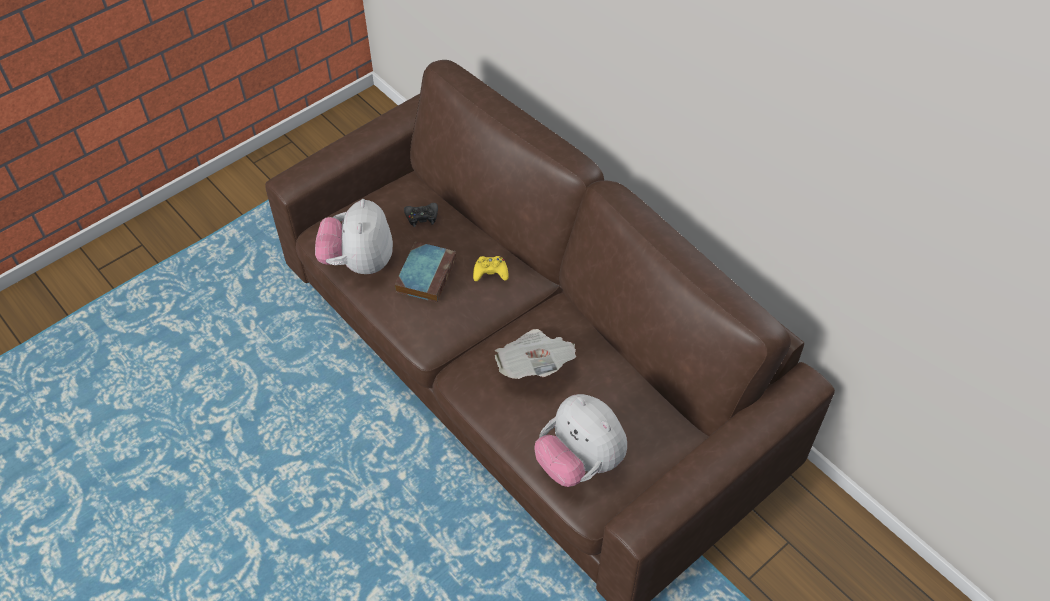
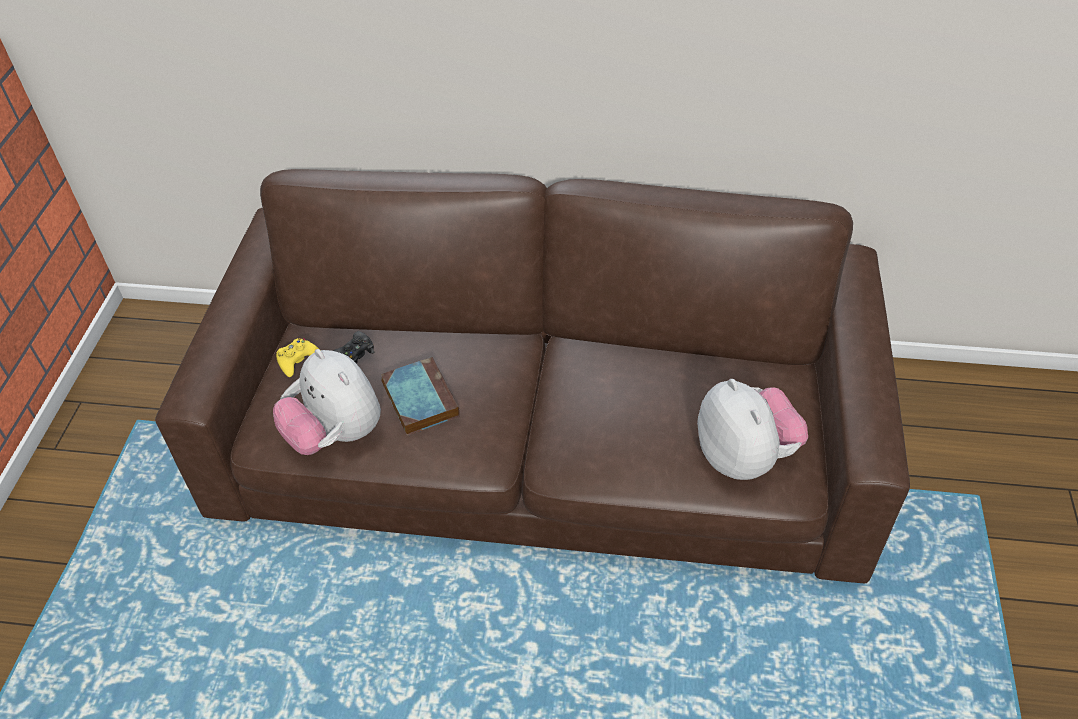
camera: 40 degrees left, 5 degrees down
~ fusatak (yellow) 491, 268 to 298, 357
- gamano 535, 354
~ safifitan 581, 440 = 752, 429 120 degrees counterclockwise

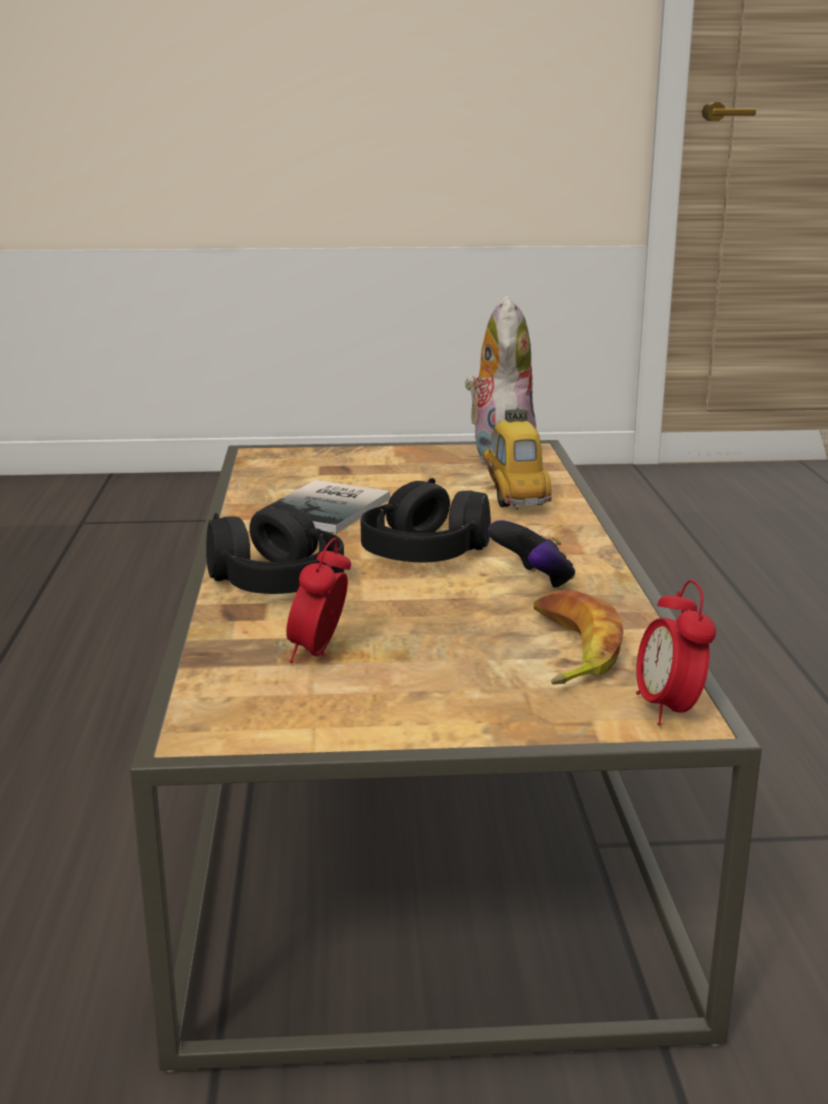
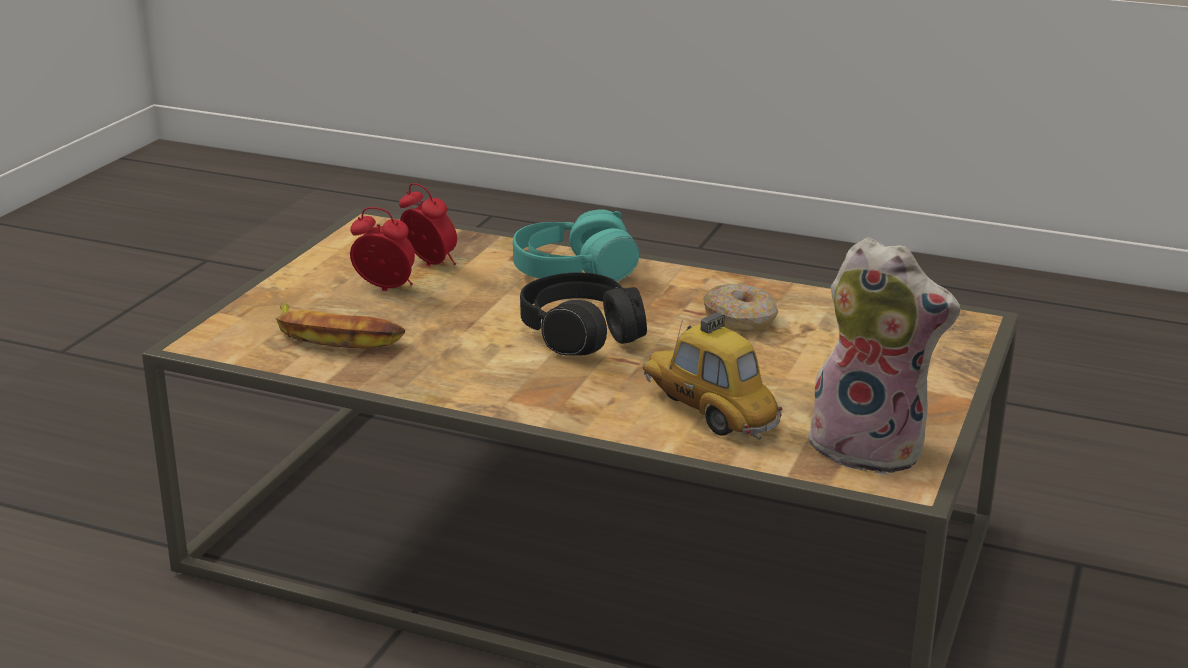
camera: 115 degrees right, 5 degrees up
~ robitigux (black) 275, 549 to robitigux (turquoise) 576, 245
~ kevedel 323, 506 to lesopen 740, 308
~ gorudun 517, 459 = 712, 376 150 degrees counterclockwise
- fusatak 531, 555
~ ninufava 676, 653 to 382, 249

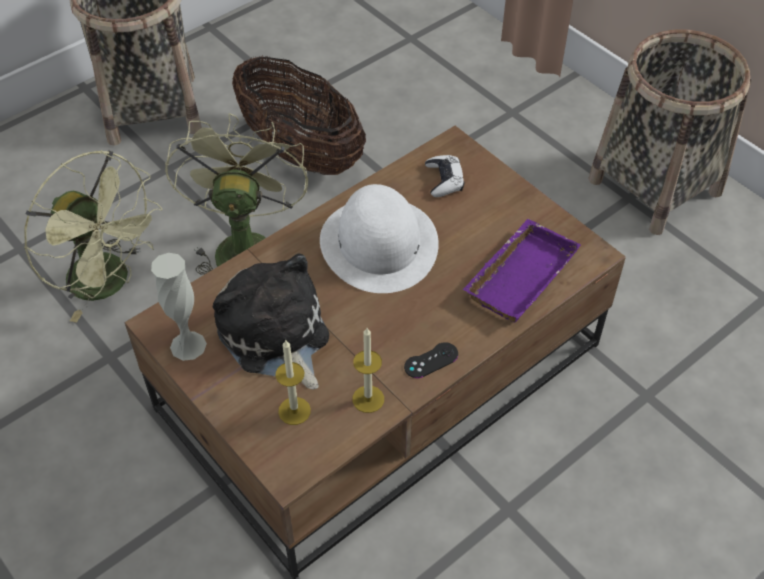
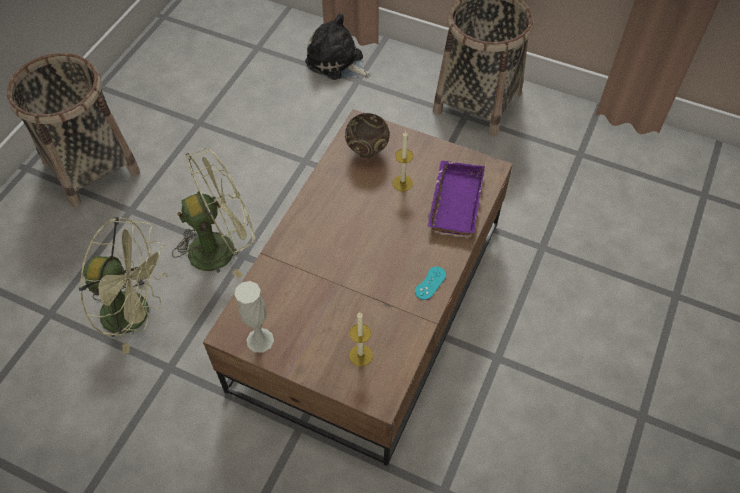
camera: 25 degrees left, 5 degrees up
~ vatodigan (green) 236, 194 = 213, 213 90 degrees clockwise
~ safifitan 271, 321 to 338, 46
- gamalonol 299, 115
- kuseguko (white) 379, 238
~ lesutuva 368, 370 to 402, 160
~ fusatak (black) 431, 360 to fusatak (turquoise) 430, 283
~ fusatak (white) 445, 176 to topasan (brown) 367, 135

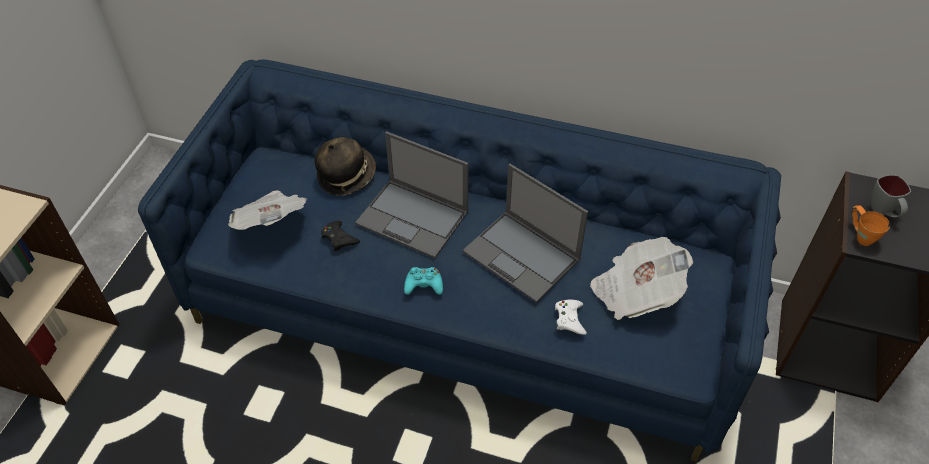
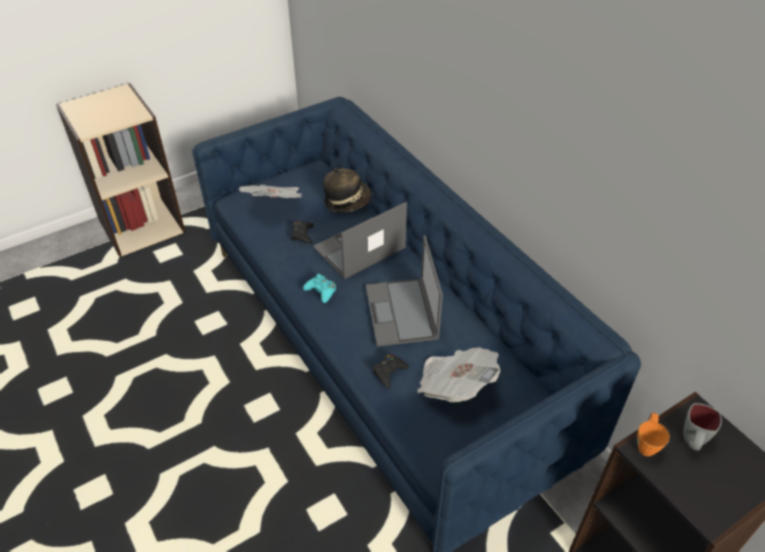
camera: 40 degrees right, 5 degrees down
~ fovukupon 411, 194 = 360, 240 75 degrees clockwise
~ fusatak (white) 571, 317 to fusatak (black) 391, 371

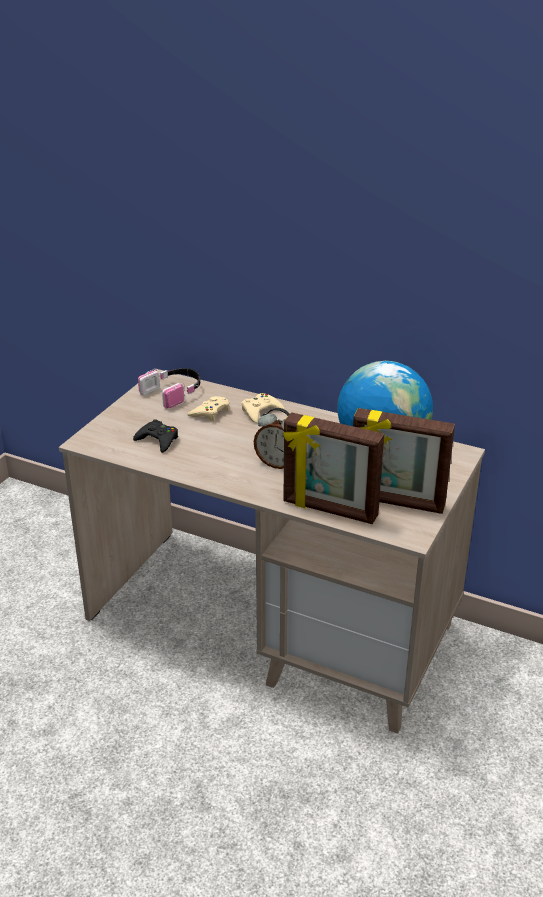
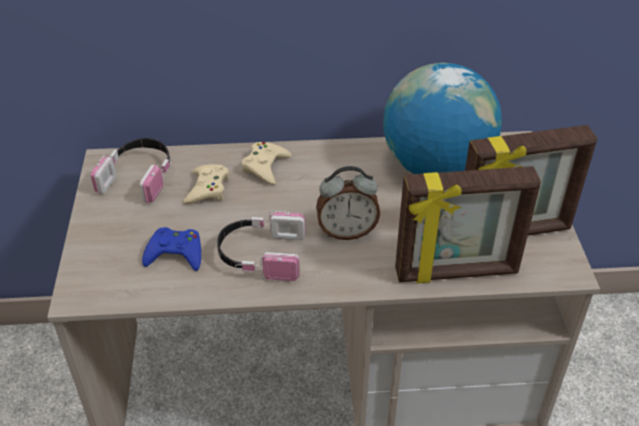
camera: 30 degrees left, 10 degrees up
~ fusatak (black) 155, 436 to fusatak (blue) 171, 249
+ robitigux 261, 246

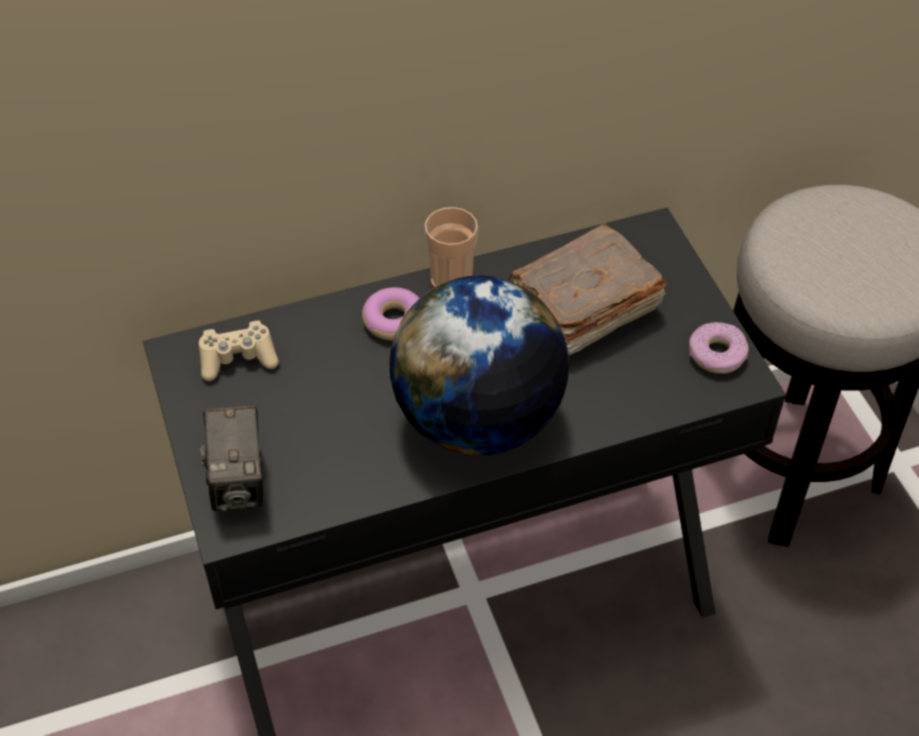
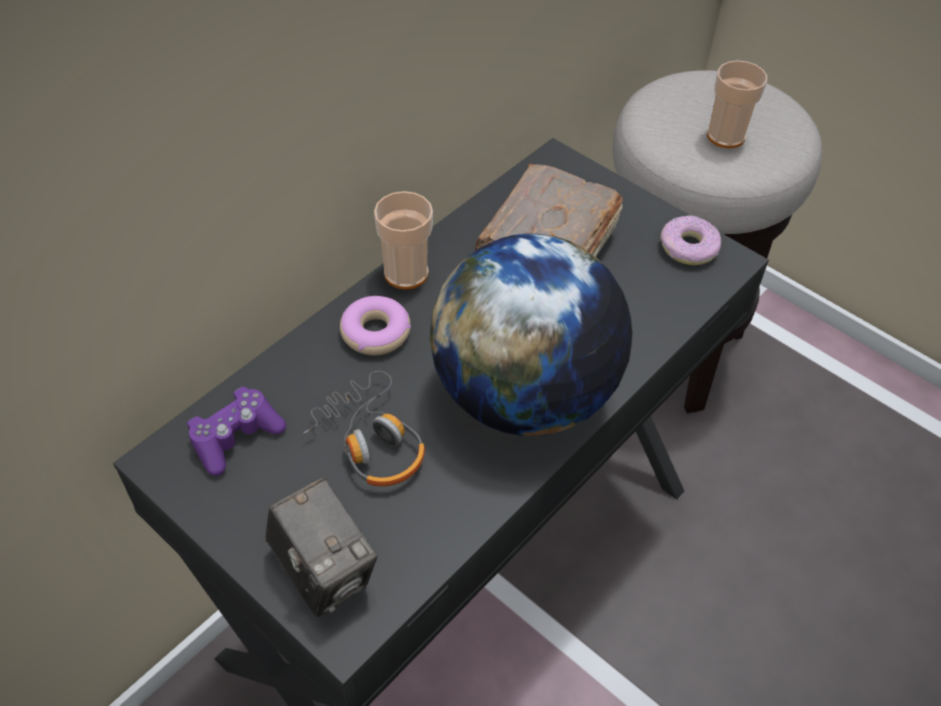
camera: 30 degrees left, 0 degrees up
~ fusatak (beige) 239, 351 to fusatak (purple) 236, 431
+ robitigux 364, 428
+ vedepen 737, 104

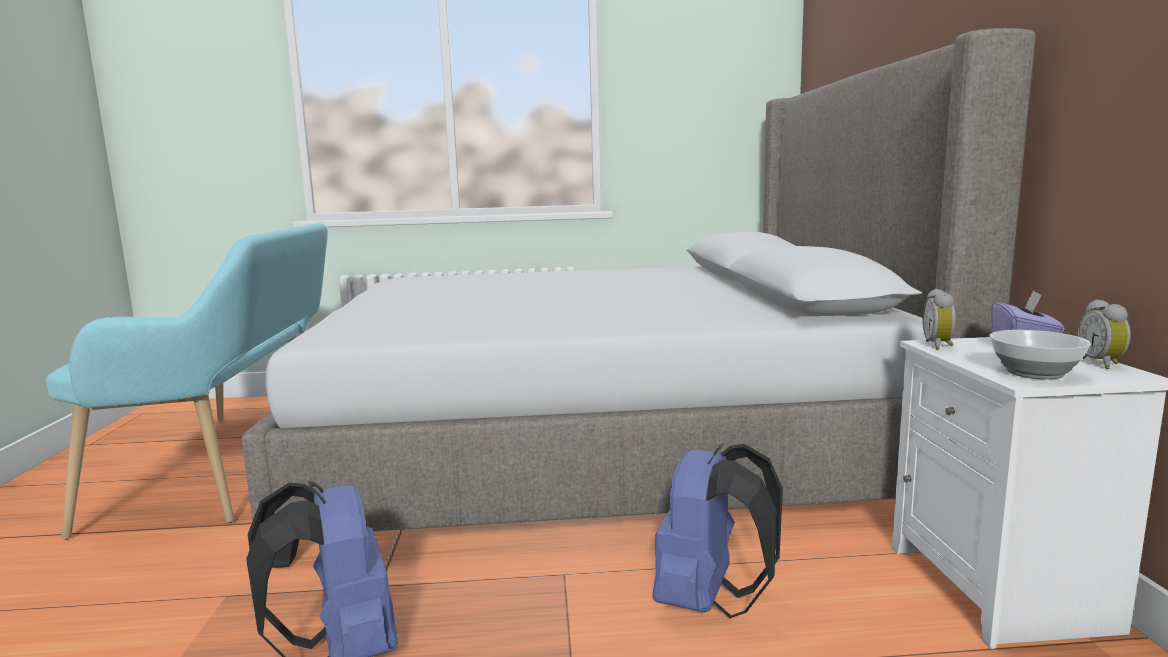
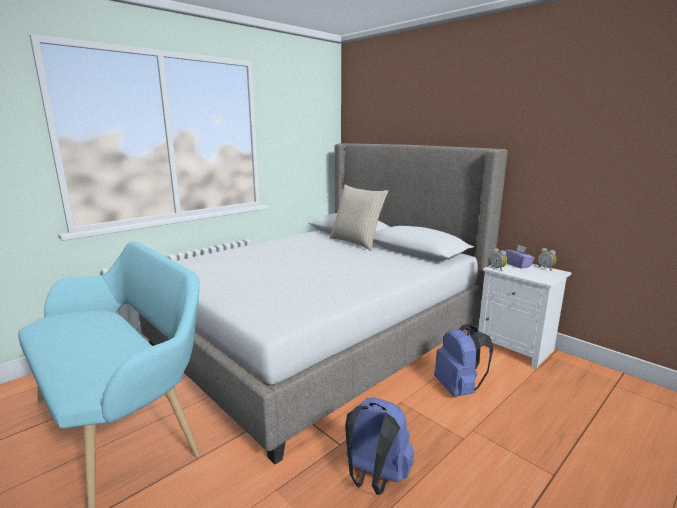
camera: 40 degrees left, 5 degrees up
- topasan 1040, 355
+ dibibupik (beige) 358, 218

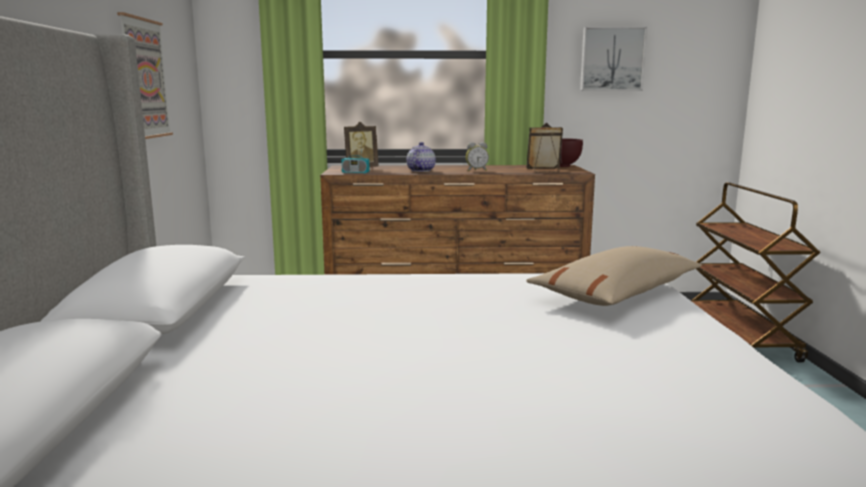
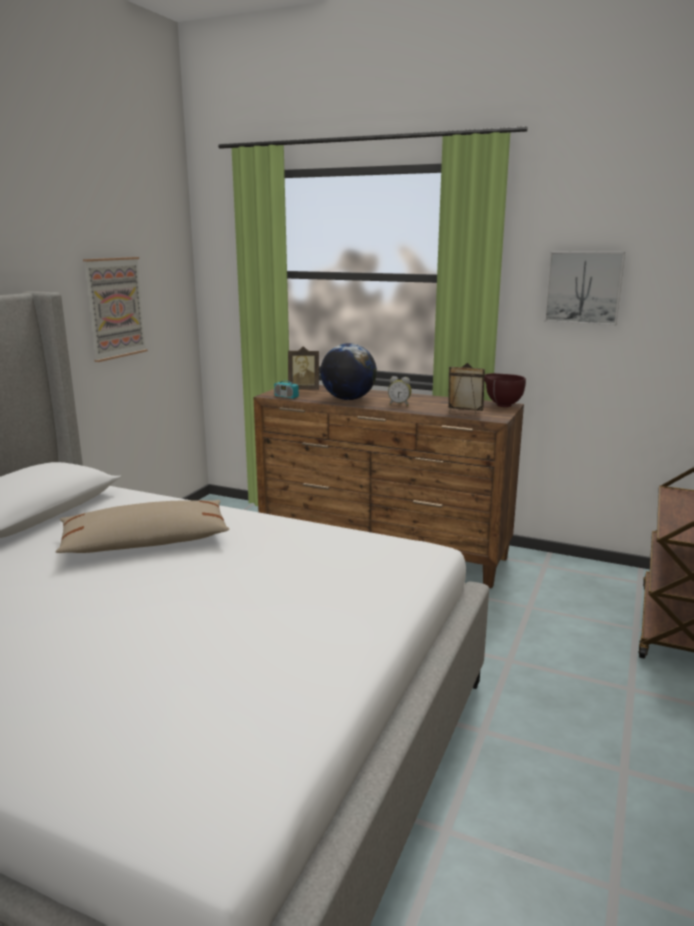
camera: 25 degrees right, 5 degrees up
~ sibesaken 421, 157 to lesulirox 348, 371
~ dibibupik (beige) 614, 276 to 143, 526

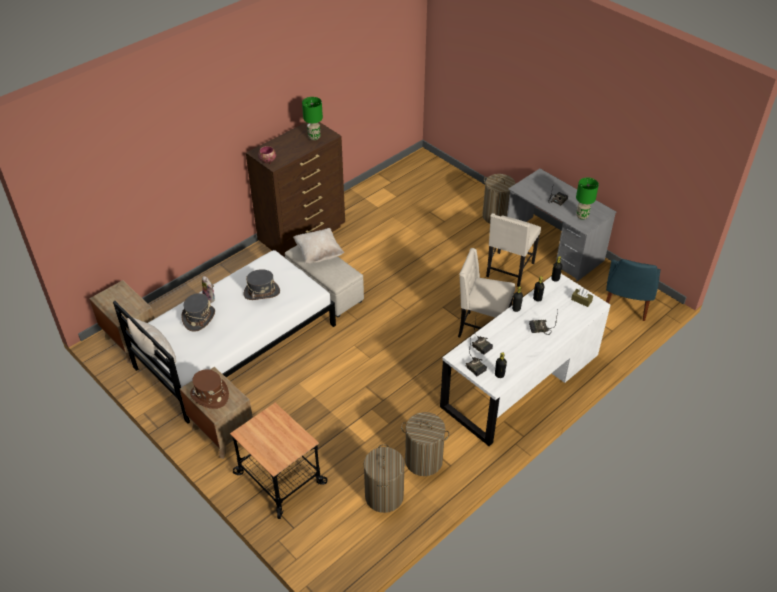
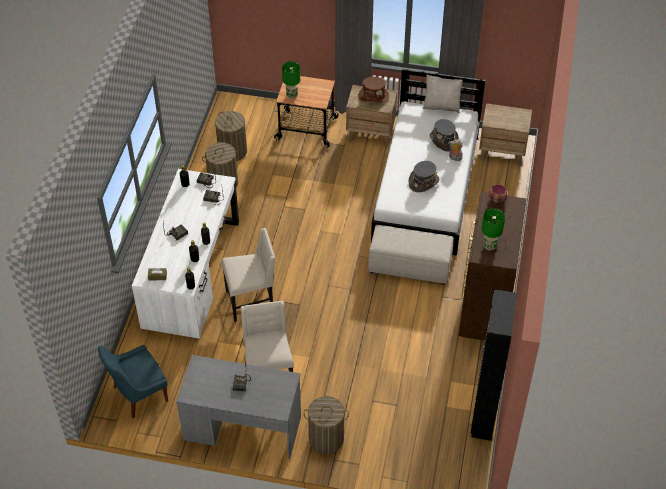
camera: 145 degrees right, 5 degrees up
- dibibupik (beige) 318, 246
~ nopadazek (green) 587, 198 to 291, 80
~ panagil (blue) 633, 290 = 133, 382 105 degrees counterclockwise
+ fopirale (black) 493, 365

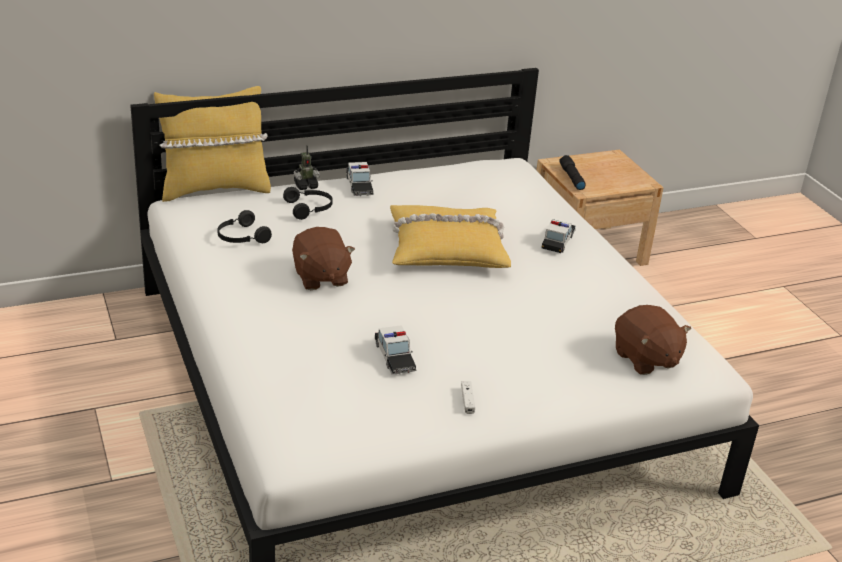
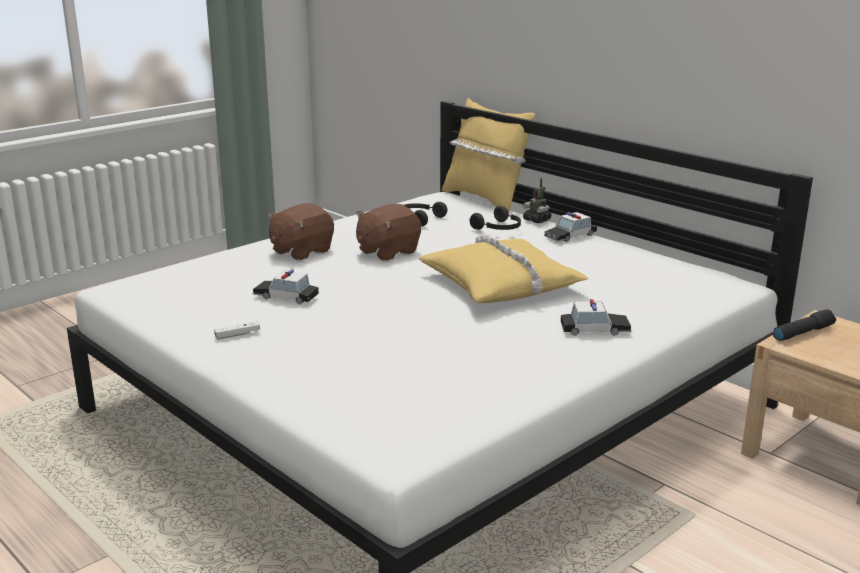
camera: 70 degrees right, 10 degrees down
~ gorudun 396, 349 = 286, 286 60 degrees clockwise
~ safifitan (brown) 653, 340 to 301, 231

